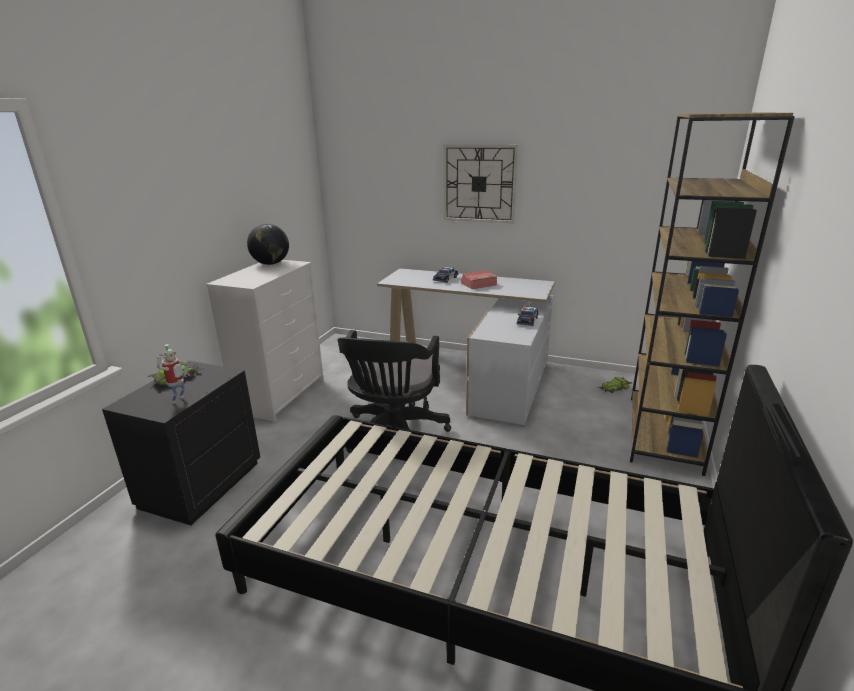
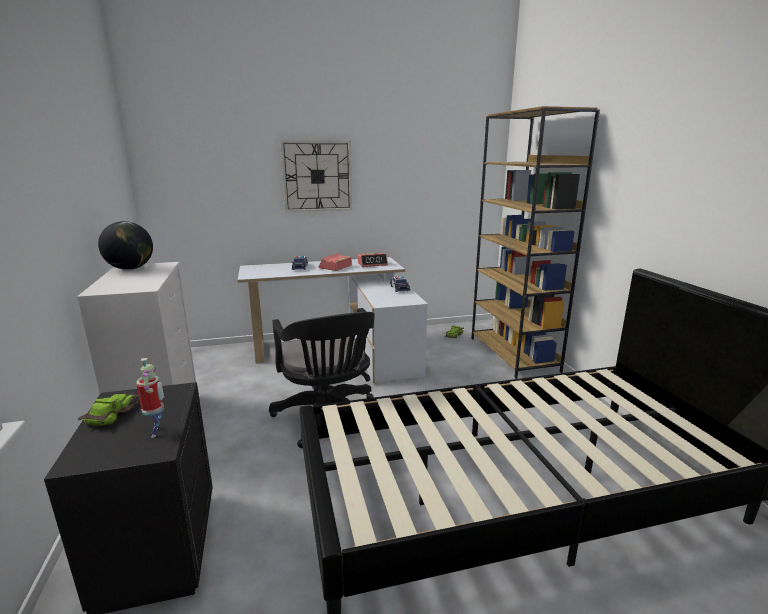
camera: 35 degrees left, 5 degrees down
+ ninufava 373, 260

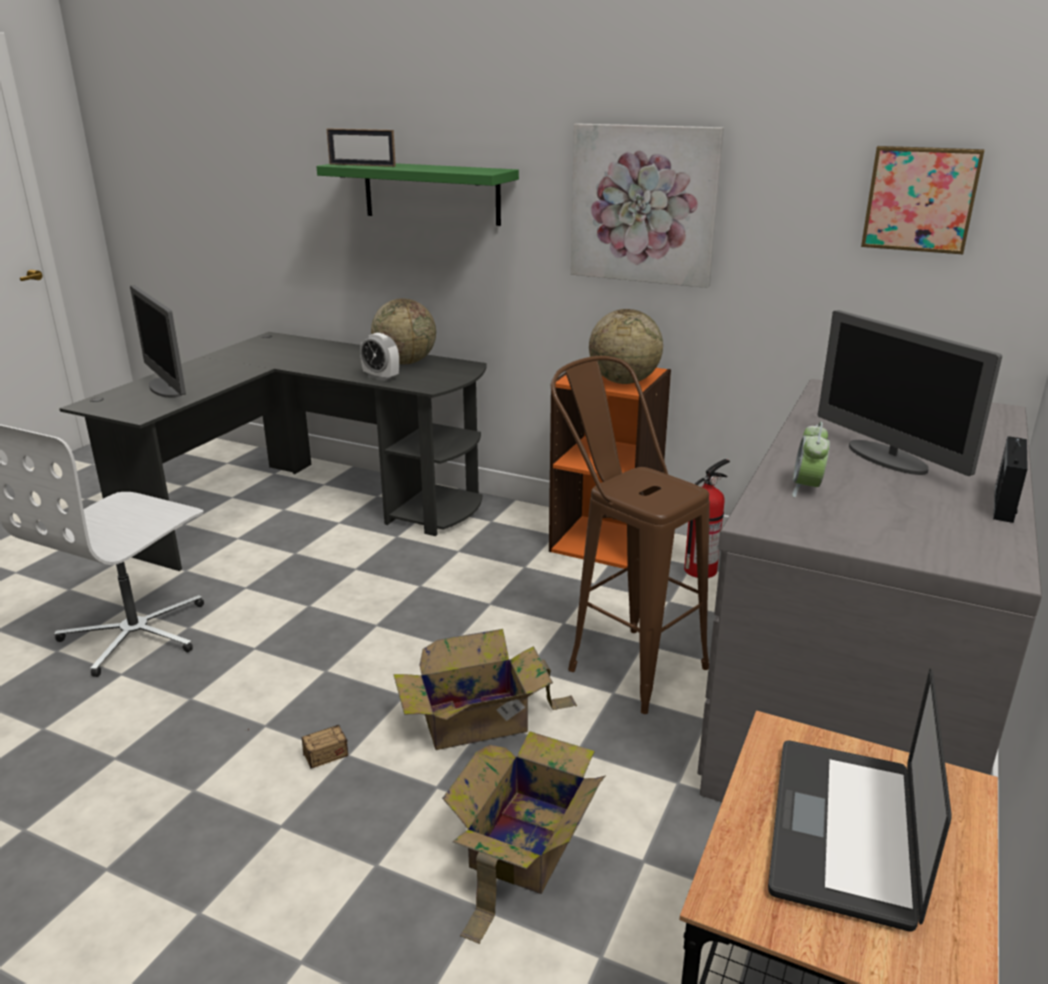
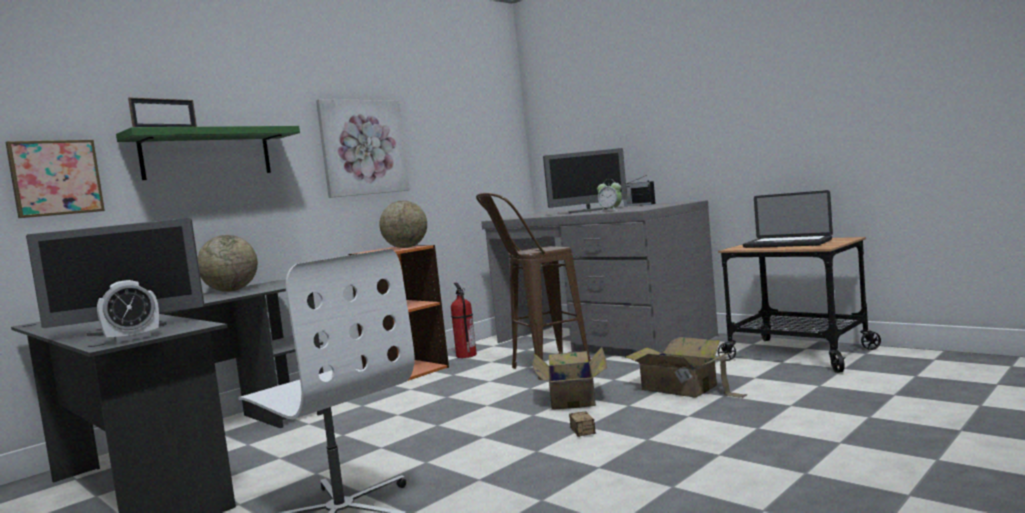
camera: 70 degrees left, 20 degrees down
~ ninufava 379, 357 to 128, 311
~ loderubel 923, 200 to 55, 179

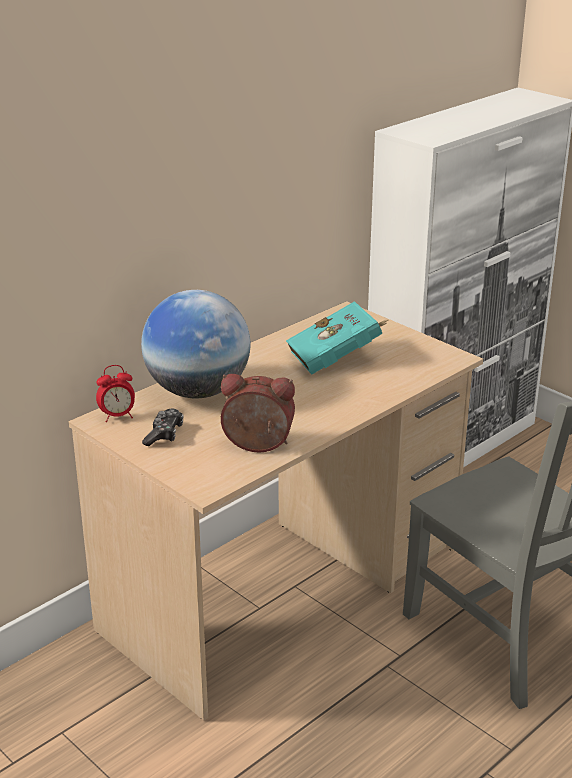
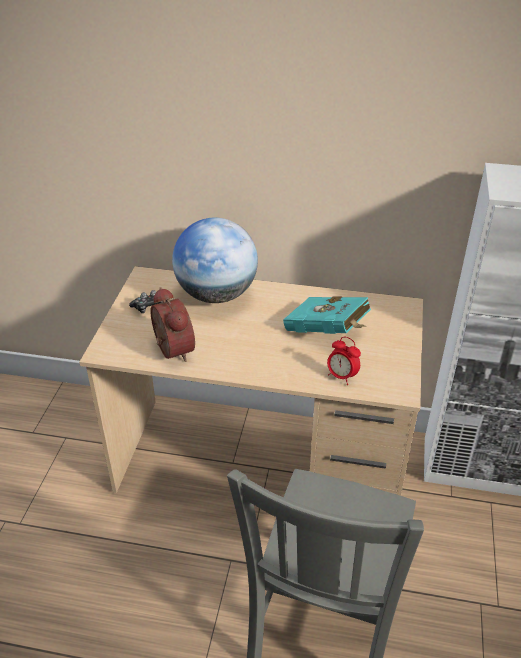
camera: 55 degrees right, 10 degrees up
~ ninufava 115, 393 to 344, 361

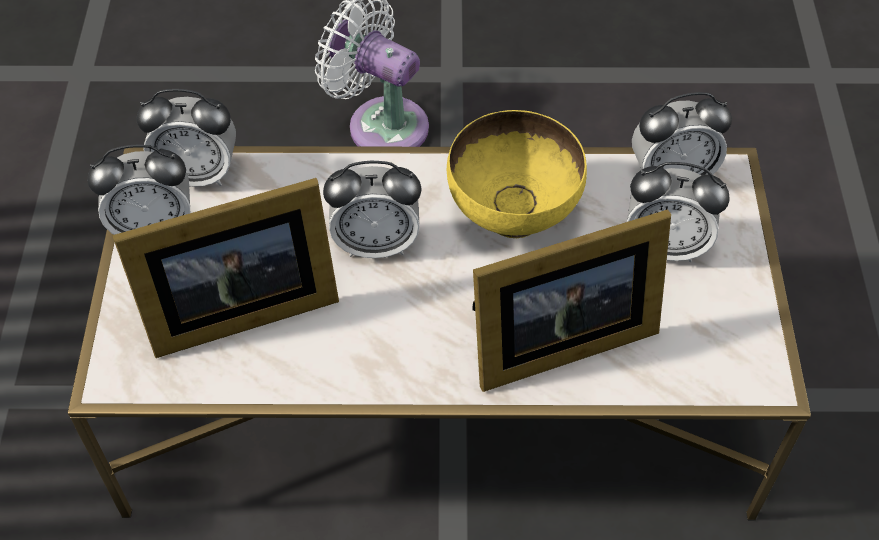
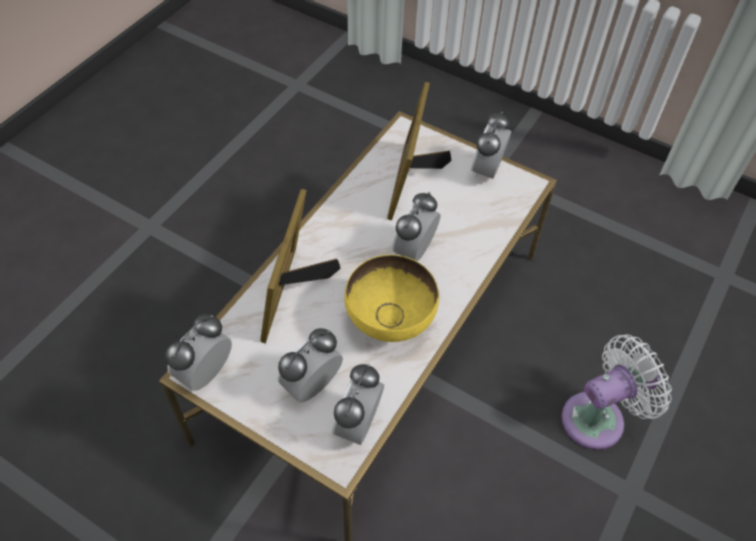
camera: 120 degrees right, 0 degrees up
~ ninufava 186, 138 to 199, 352

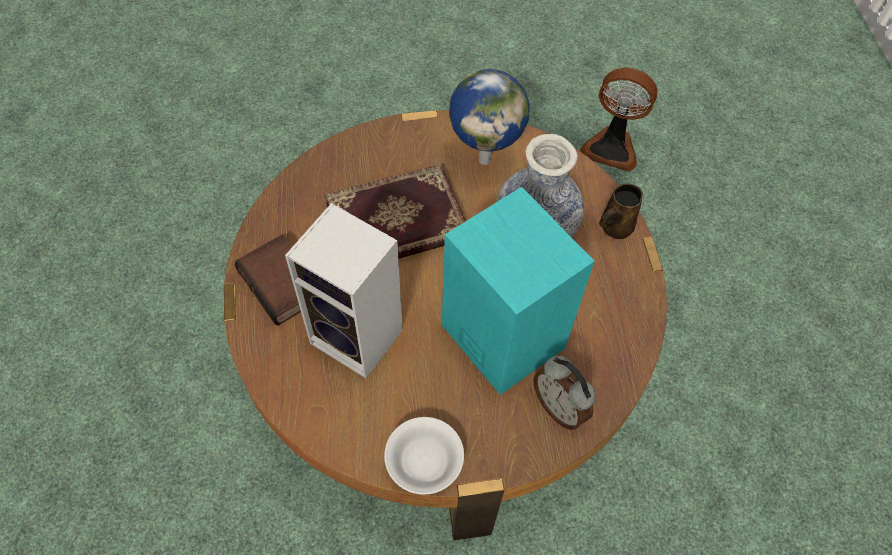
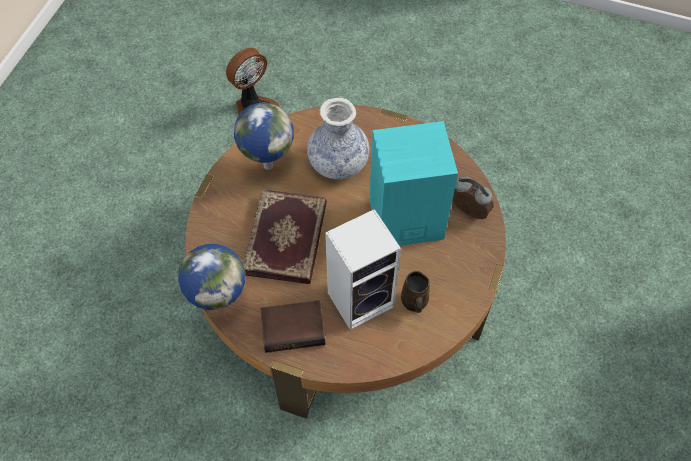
camera: 60 degrees left, 0 degrees up
- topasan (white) 424, 455
~ ninufava 564, 393 = 473, 197 135 degrees counterclockwise
~ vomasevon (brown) 621, 211 to 415, 292
+ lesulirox 211, 277

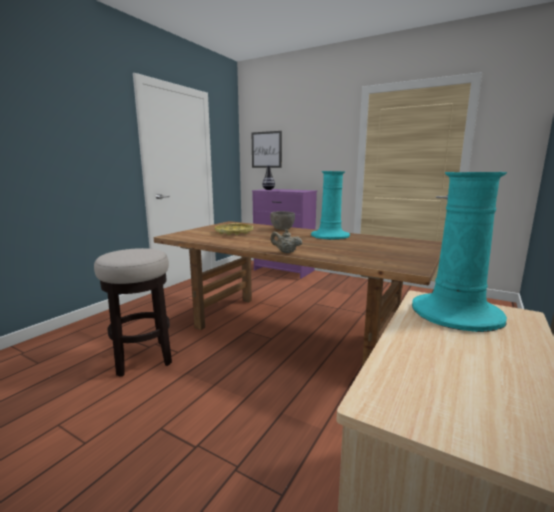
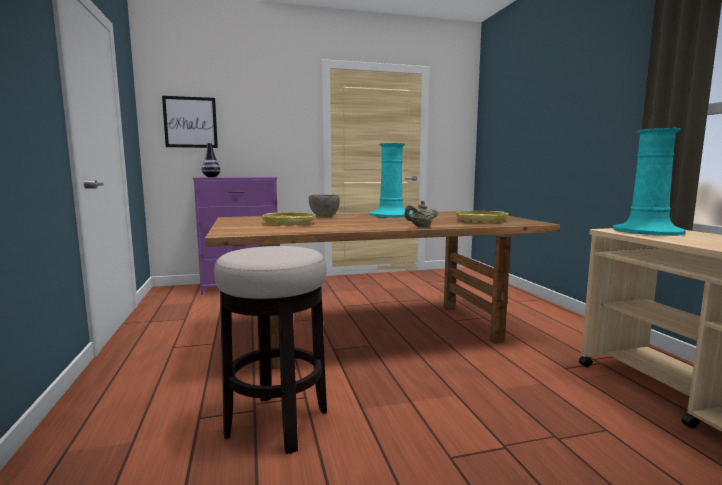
camera: 45 degrees left, 5 degrees down
+ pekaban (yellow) 483, 217

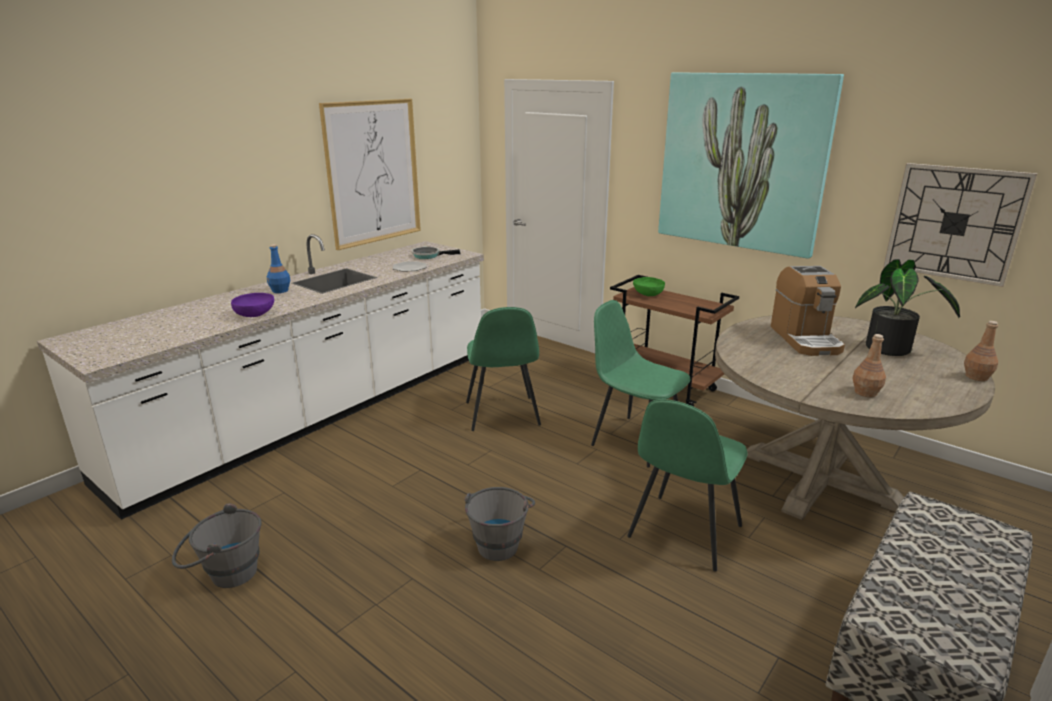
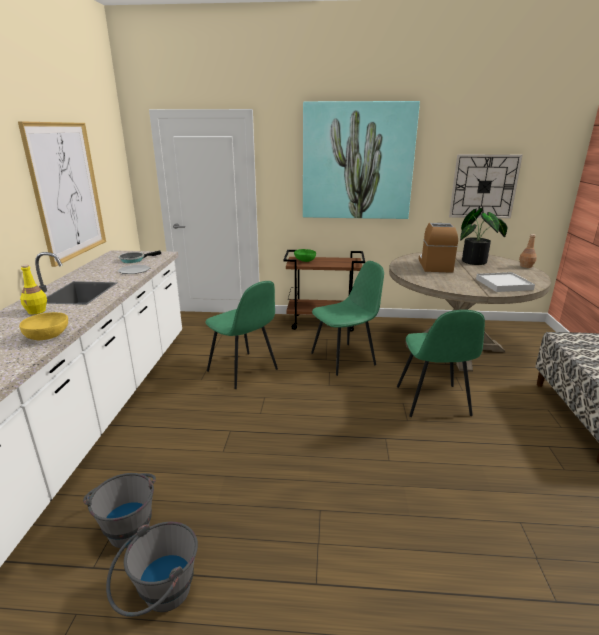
camera: 35 degrees left, 0 degrees up
~ topasan (purple) 252, 305 to topasan (yellow) 43, 326
~ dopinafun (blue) 278, 268 to dopinafun (yellow) 33, 289
~ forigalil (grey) 500, 524 to 119, 510
~ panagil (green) 640, 384 = 347, 318 150 degrees clockwise
~ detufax 808, 311 = 438, 248 135 degrees counterclockwise
~ dopinafun (brown) 869, 365 to pekaban (white) 505, 282

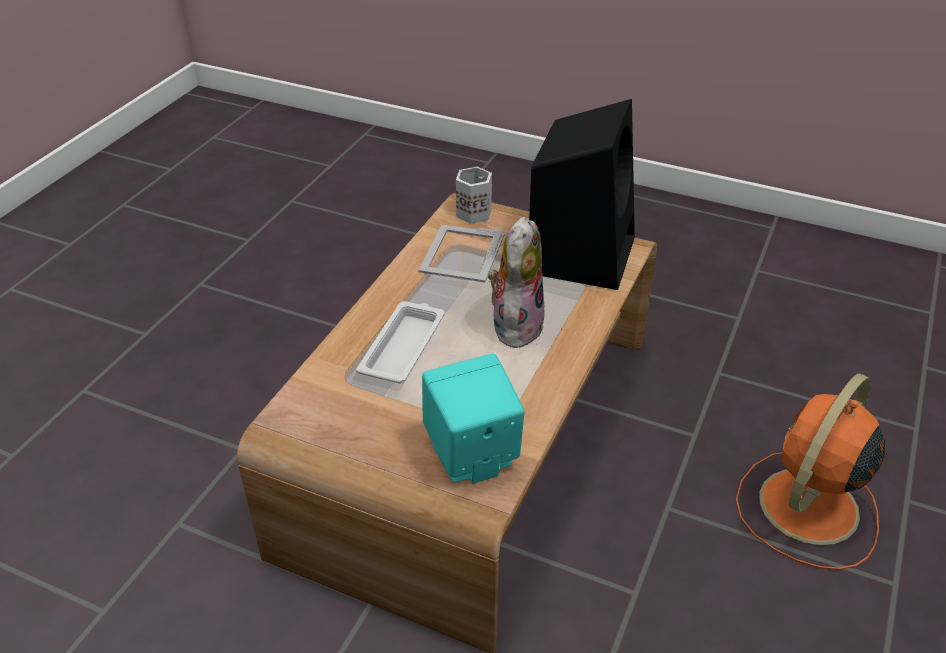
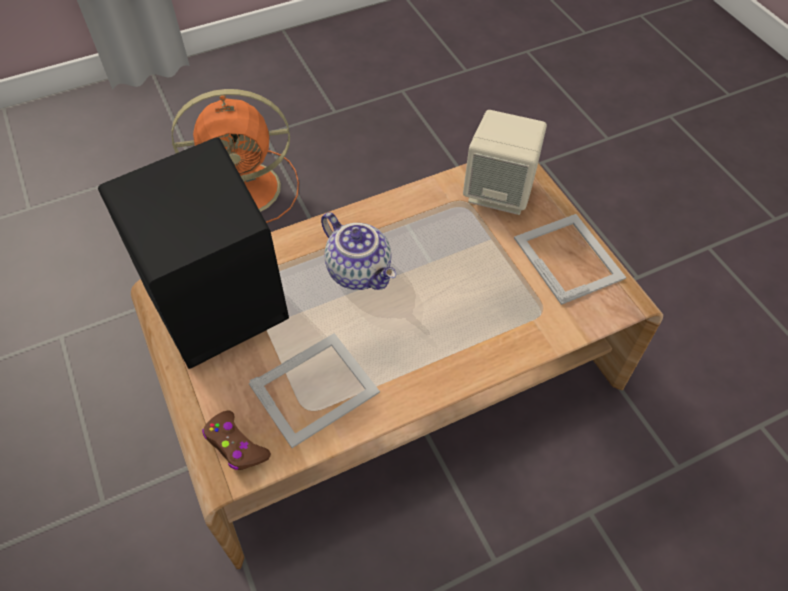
camera: 140 degrees left, 15 degrees up
- pekaban (white) 400, 342
~ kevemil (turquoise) 473, 418 to kevemil (beige) 505, 162
~ vomasevon (white) 474, 195 to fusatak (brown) 236, 440
~ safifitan 516, 283 to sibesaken 358, 251
+ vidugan 570, 259

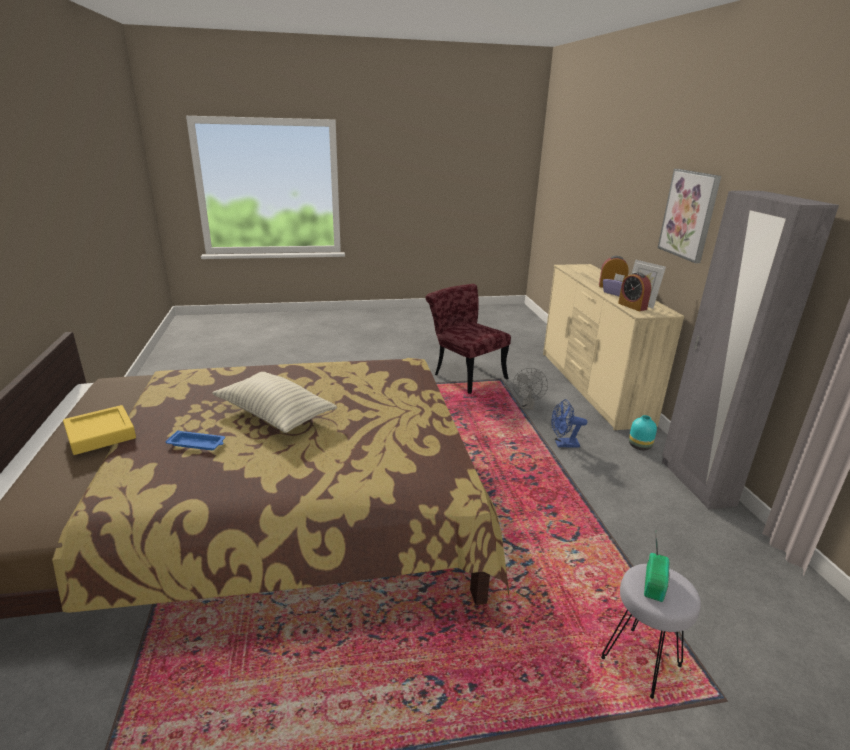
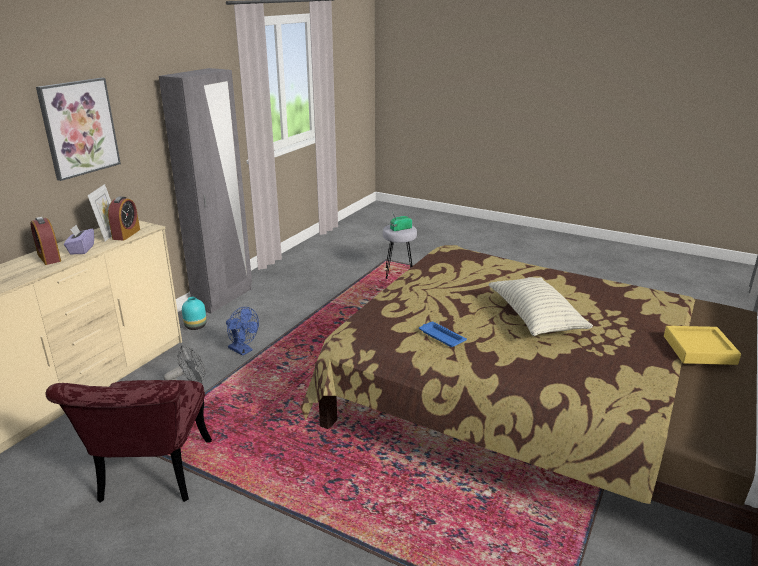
camera: 140 degrees left, 0 degrees up
~ pekaban (blue) 195, 440 to 443, 334

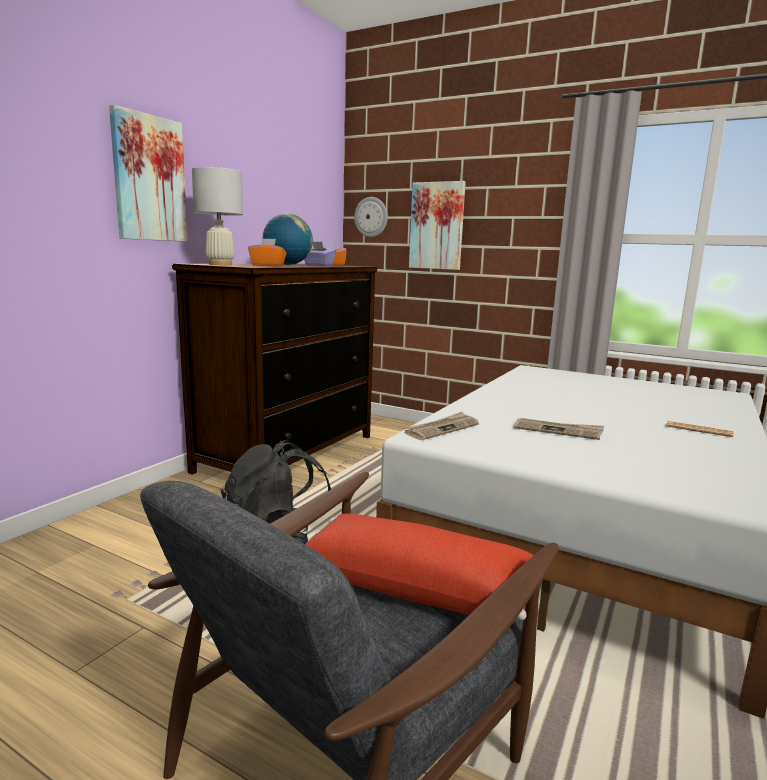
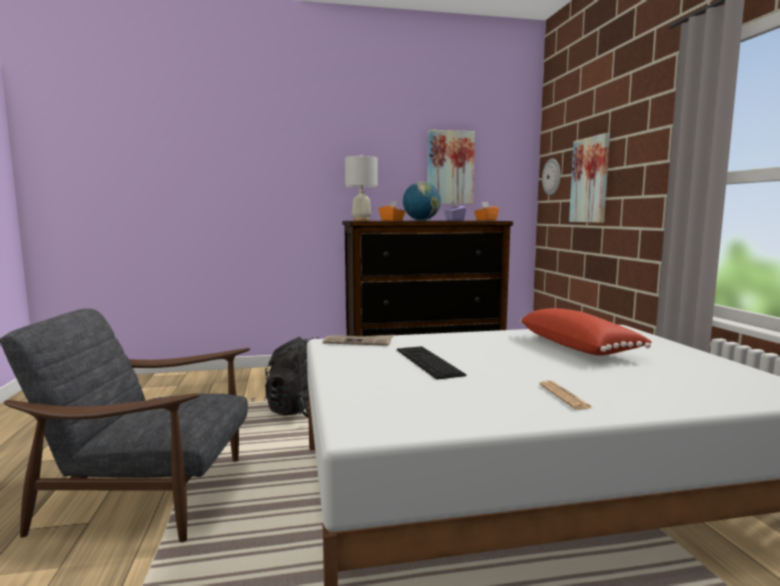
camera: 50 degrees right, 5 degrees down
~ loderubel 148, 173 to 451, 167
~ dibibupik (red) 419, 567 to 586, 332
~ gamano 559, 429 to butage 431, 363

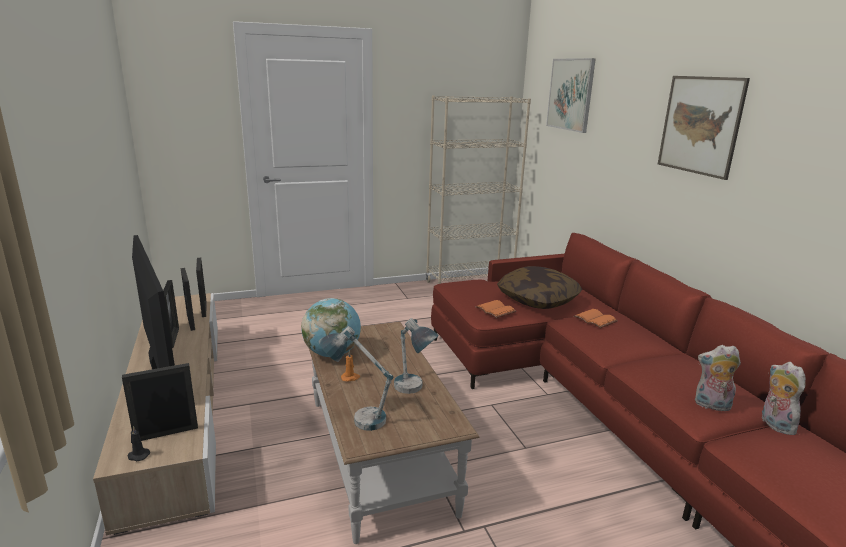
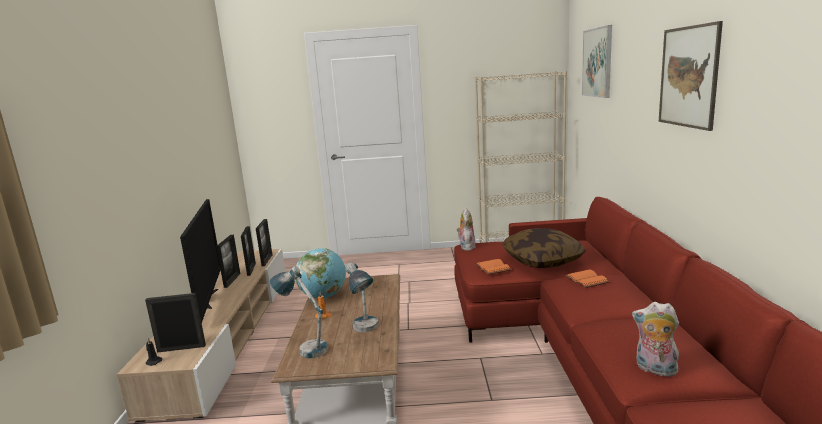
camera: 20 degrees right, 5 degrees down
~ safifitan 784, 398 to 466, 229

